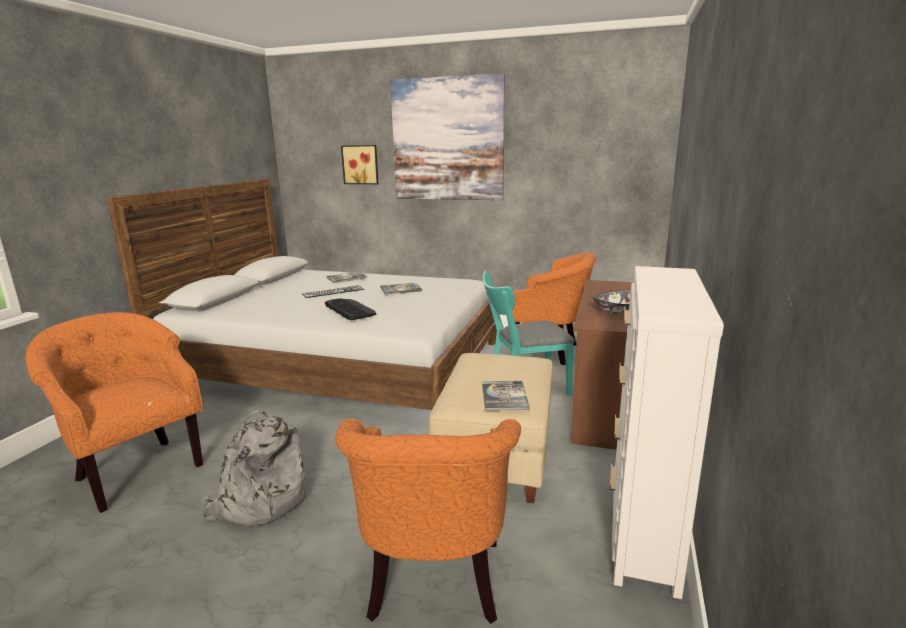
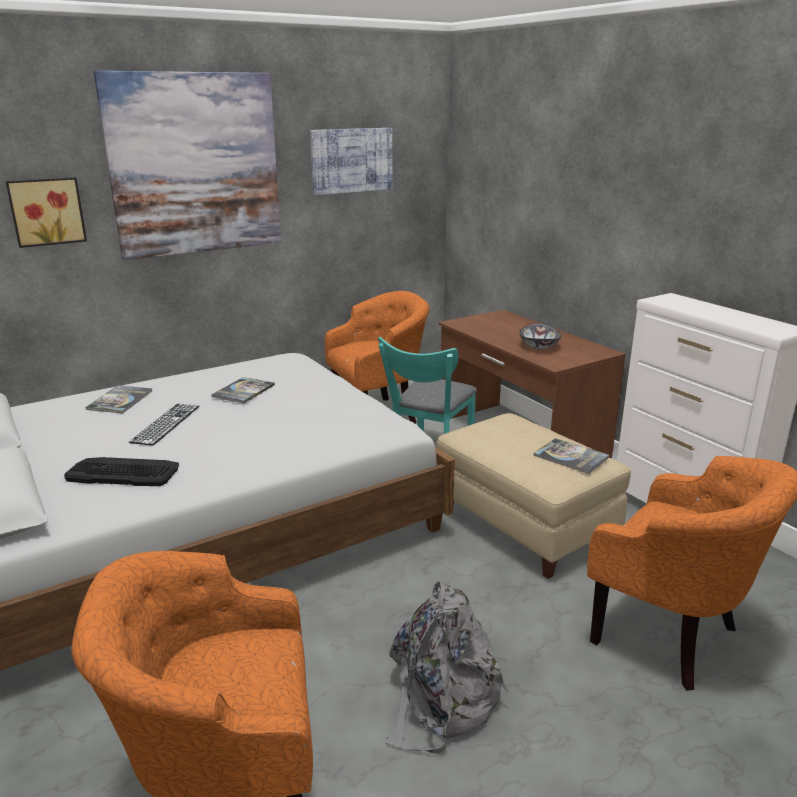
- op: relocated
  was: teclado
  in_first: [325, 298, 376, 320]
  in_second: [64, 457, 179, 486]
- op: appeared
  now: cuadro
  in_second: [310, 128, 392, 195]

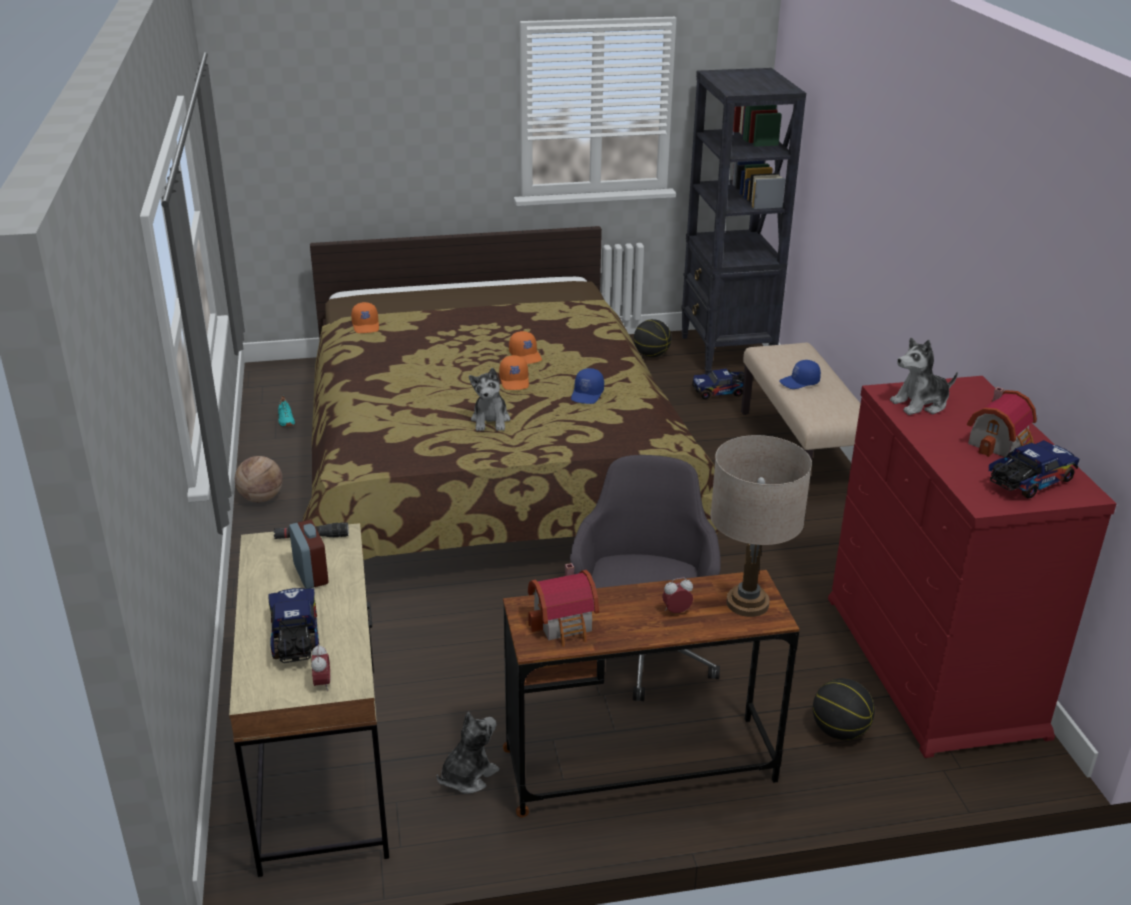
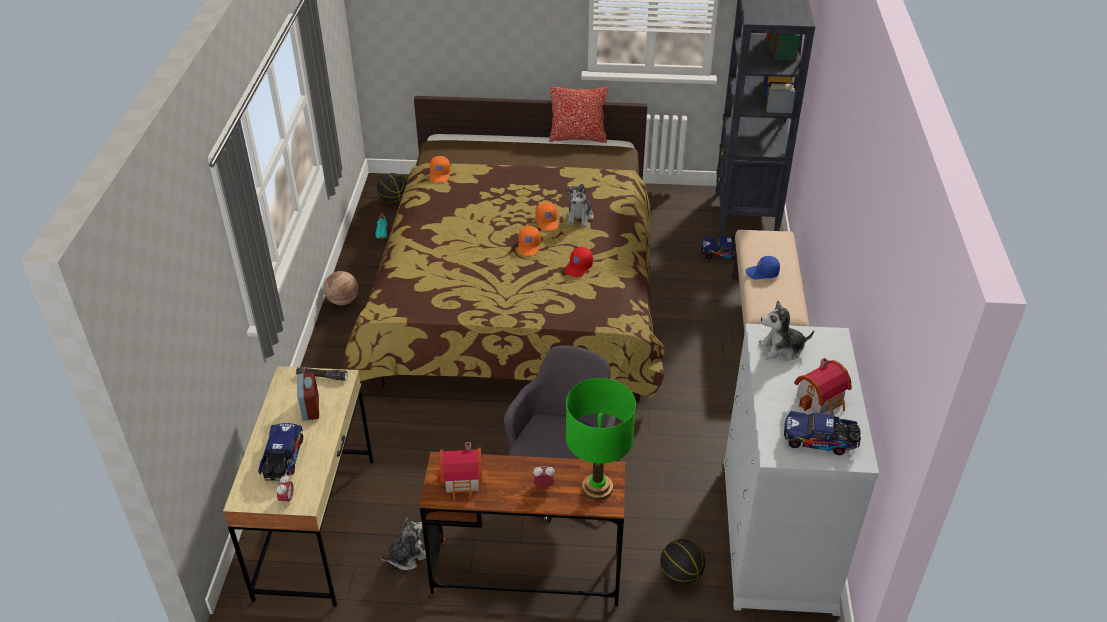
- op: relocated
  was: balón de baloncesto
  in_first: [634, 319, 672, 357]
  in_second: [377, 173, 407, 204]
- op: relocated
  was: peluche
  in_first: [469, 368, 510, 431]
  in_second: [565, 184, 594, 227]
- op: colour
  was: gorra [azul]
  now: gorra [rojo]
  in_first: [571, 368, 604, 404]
  in_second: [564, 247, 593, 277]
- op: colour
  was: cómoda [rojo]
  now: cómoda [blanco]
  in_first: [828, 376, 1117, 758]
  in_second: [724, 324, 879, 616]
- op: colour
  was: lámpara de mesa [beis]
  now: lámpara de mesa [verde]
  in_first: [710, 435, 812, 617]
  in_second: [566, 378, 636, 501]
- op: spun
  was: camión de juguete
  in_first: [988, 440, 1080, 498]
  in_second: [784, 411, 861, 455]
  clockwise: -150
- op: appeared
  now: cojín
  in_second: [549, 87, 609, 143]

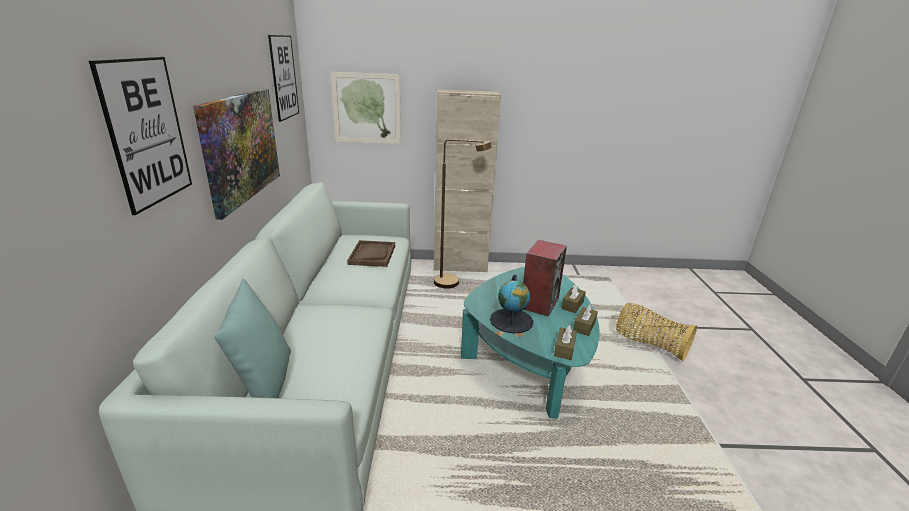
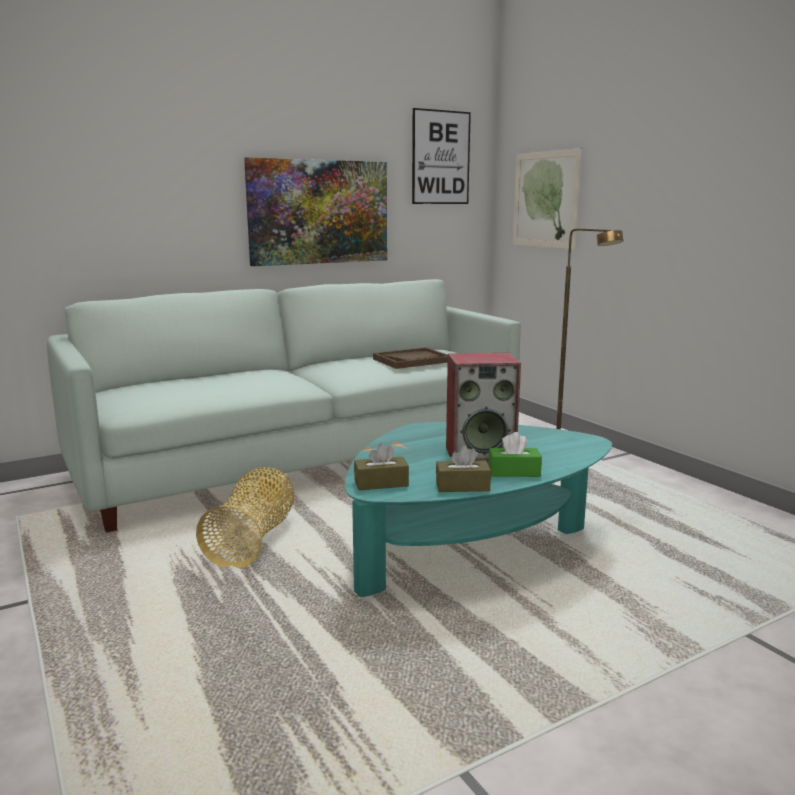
- op: missing
  was: cuadro
  in_first: [89, 57, 192, 215]
- op: missing
  was: armario [beis]
  in_first: [434, 89, 501, 272]
- op: missing
  was: globo terráqueo
  in_first: [490, 274, 533, 333]
- op: missing
  was: cojín [turquesa]
  in_first: [214, 279, 291, 398]
- op: colour
  was: caja de pañuelos [marrón]
  now: caja de pañuelos [verde]
  in_first: [561, 284, 586, 313]
  in_second: [489, 432, 542, 477]
- op: relocated
  was: cesta
  in_first: [616, 303, 697, 361]
  in_second: [196, 467, 294, 569]

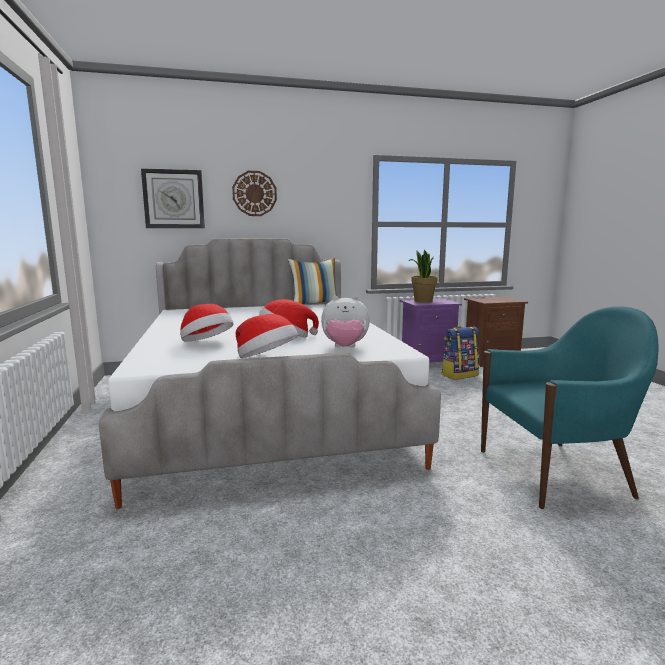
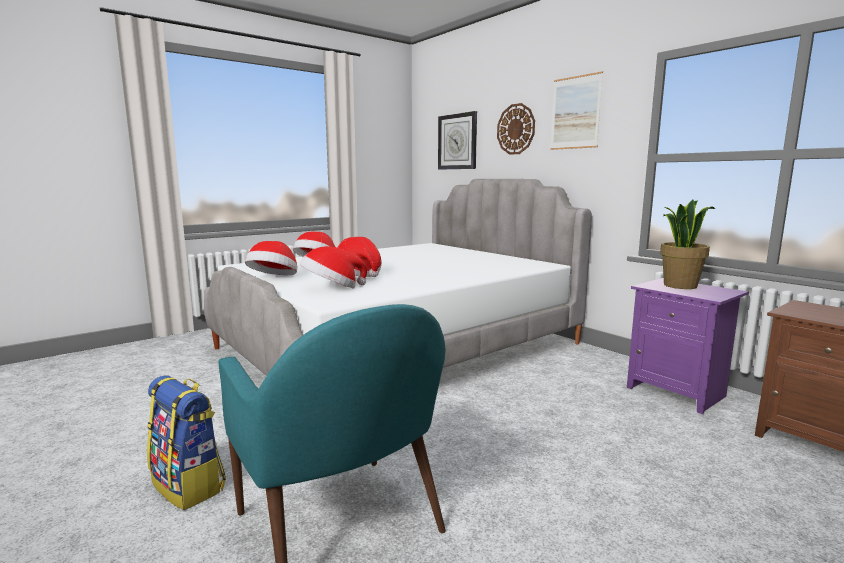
- op: missing
  was: cojín
  in_first: [288, 258, 337, 304]
- op: exchanged
  was: peluche
  now: sombrero
  in_first: [321, 296, 370, 347]
  in_second: [300, 246, 367, 288]
- op: relocated
  was: mochila
  in_first: [442, 327, 479, 380]
  in_second: [147, 375, 226, 510]
- op: appeared
  now: cuadro
  in_second: [550, 71, 603, 150]

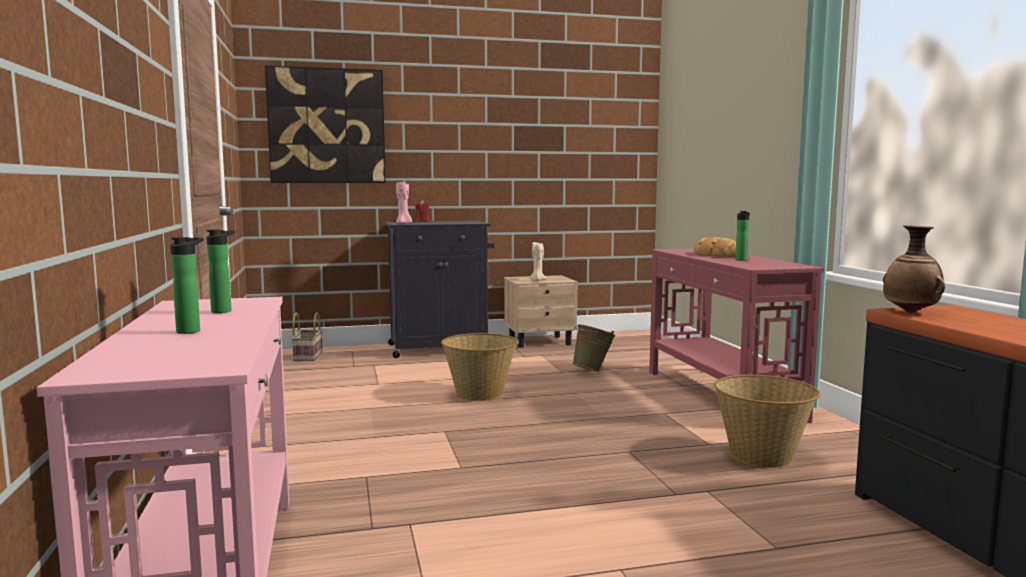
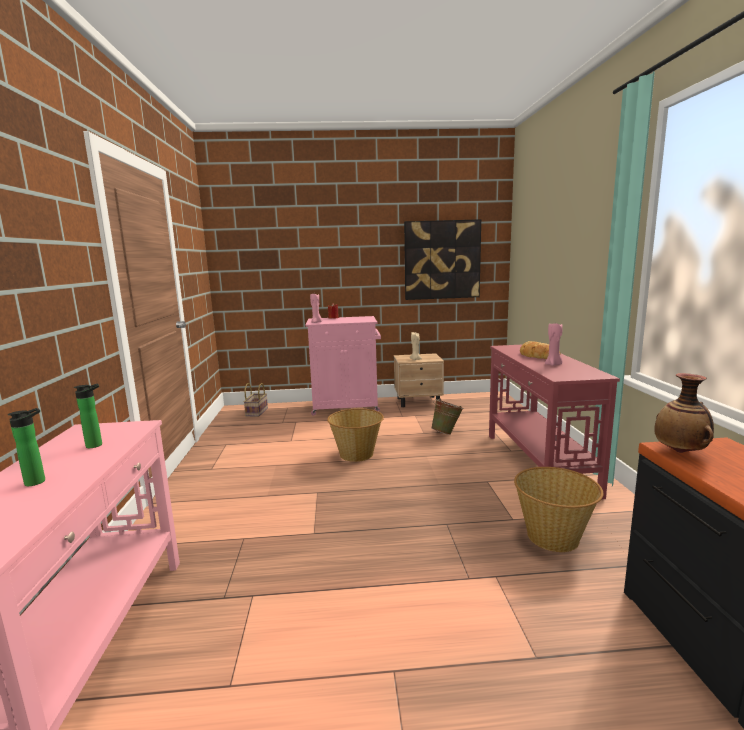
- op: relocated
  was: cuadro
  in_first: [265, 66, 386, 183]
  in_second: [404, 219, 481, 300]
- op: exchanged
  was: botella
  now: vela [rosa]
  in_first: [735, 211, 750, 261]
  in_second: [545, 323, 563, 366]
- op: colour
  was: armario [negro]
  now: armario [rosa]
  in_first: [385, 220, 494, 358]
  in_second: [305, 316, 381, 416]

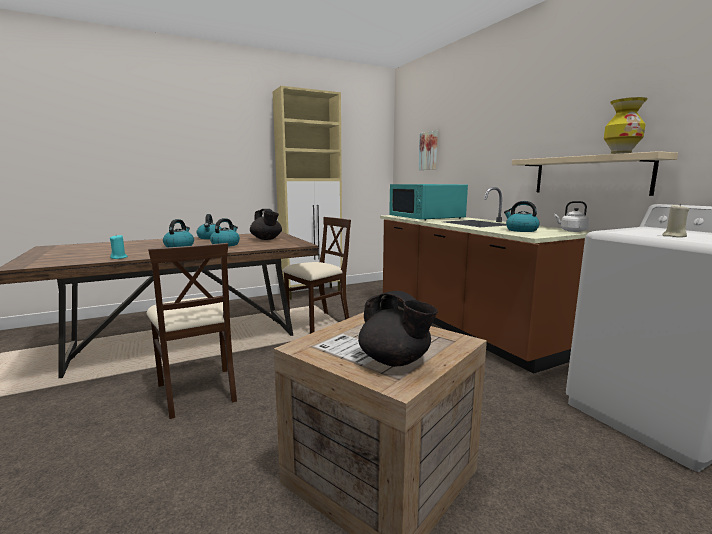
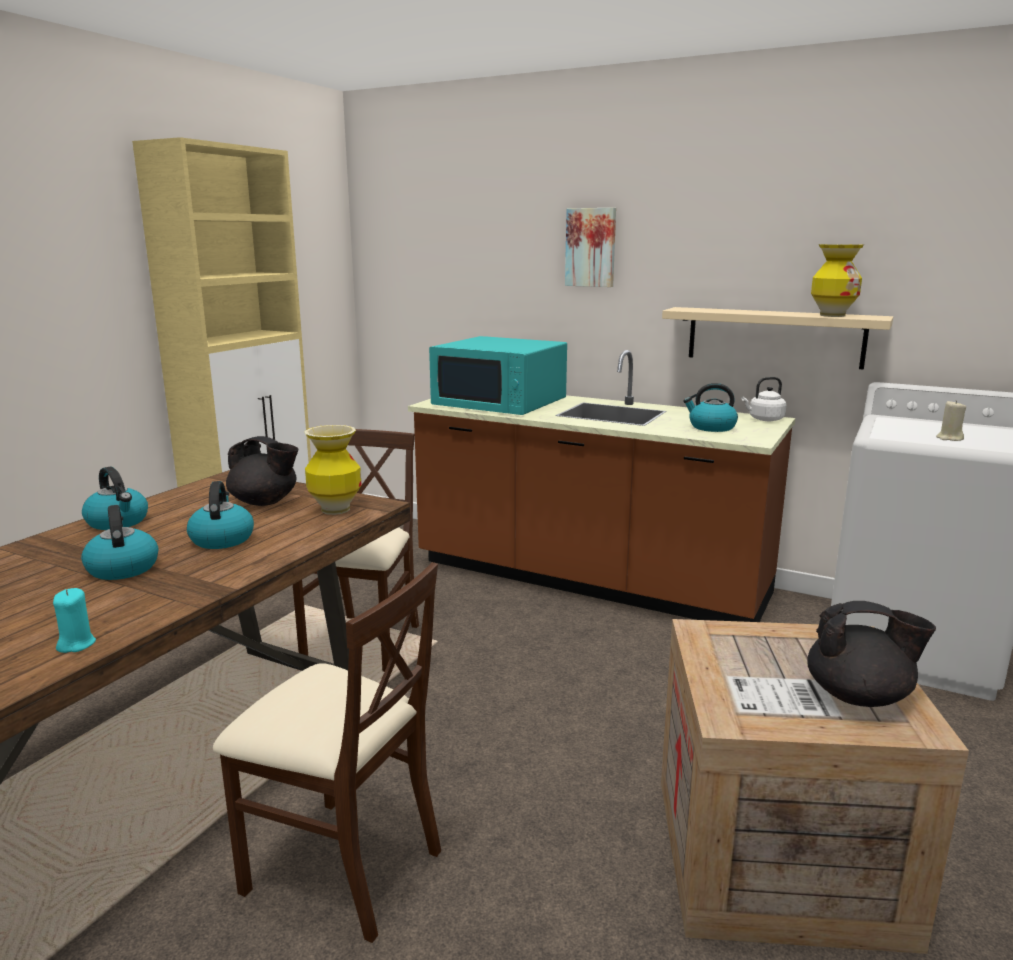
- op: relocated
  was: cuadro
  in_first: [419, 131, 438, 170]
  in_second: [565, 208, 616, 287]
- op: appeared
  now: florero
  in_second: [304, 425, 361, 515]

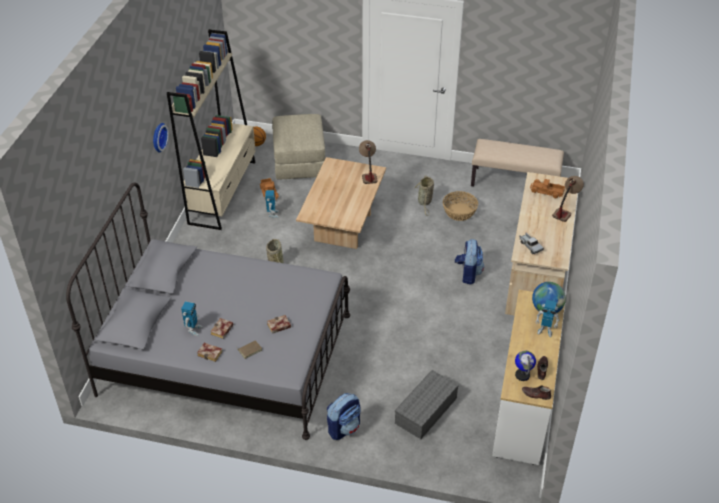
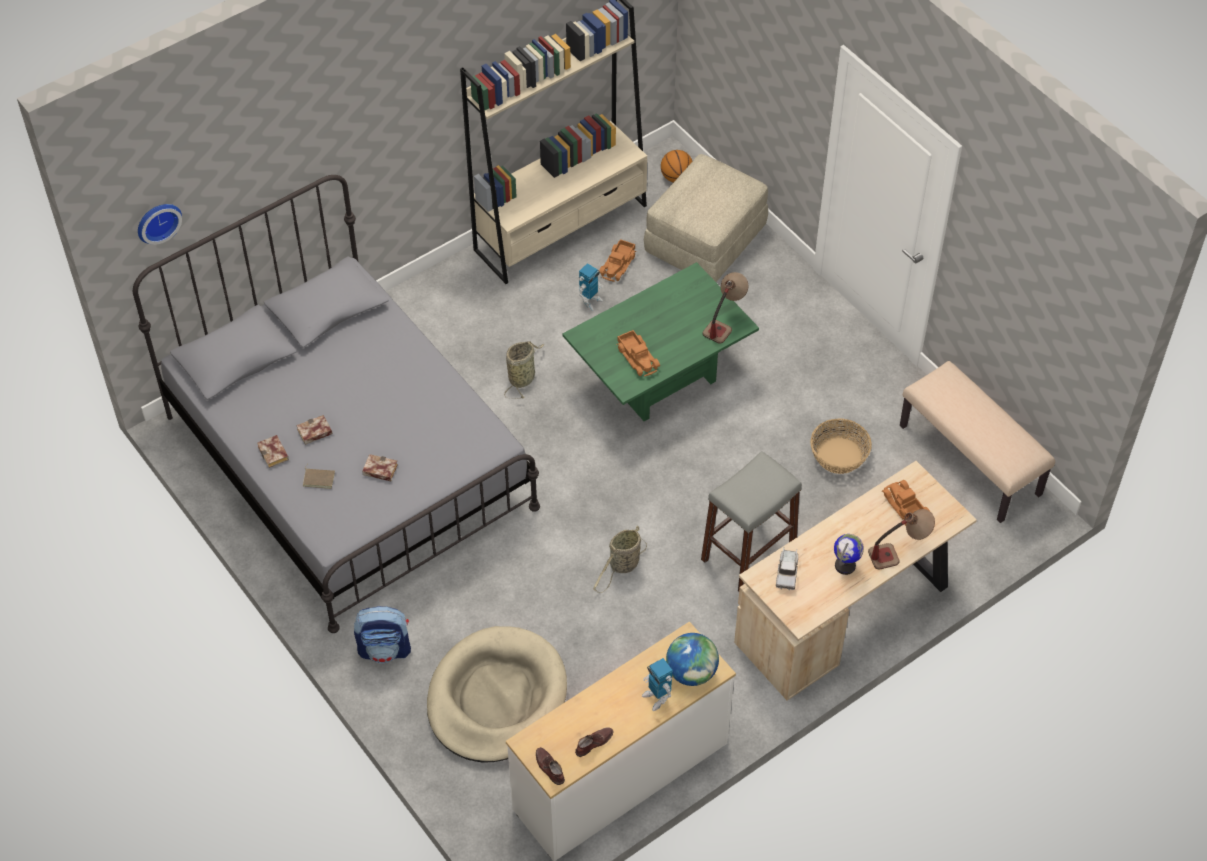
- op: relocated
  was: reloj de pared
  in_first: [153, 123, 169, 152]
  in_second: [138, 204, 182, 245]
- op: colour
  was: mesa de centro [beis]
  now: mesa de centro [verde]
  in_first: [296, 157, 386, 249]
  in_second: [562, 262, 759, 421]
- op: relocated
  was: cesta
  in_first: [415, 175, 434, 216]
  in_second: [593, 525, 647, 593]
- op: exchanged
  was: mochila
  now: taburete [gris]
  in_first: [455, 239, 484, 285]
  in_second: [701, 451, 802, 592]
- op: missing
  was: robot de juguete
  in_first: [181, 301, 203, 336]
- op: relocated
  was: globo terráqueo
  in_first: [515, 351, 536, 381]
  in_second: [834, 534, 864, 575]
- op: exchanged
  was: caja de almacenaje [gris]
  now: cama para perro [beis]
  in_first: [395, 370, 459, 439]
  in_second: [427, 626, 567, 763]
- op: appeared
  now: camión de juguete
  in_second: [616, 330, 660, 377]

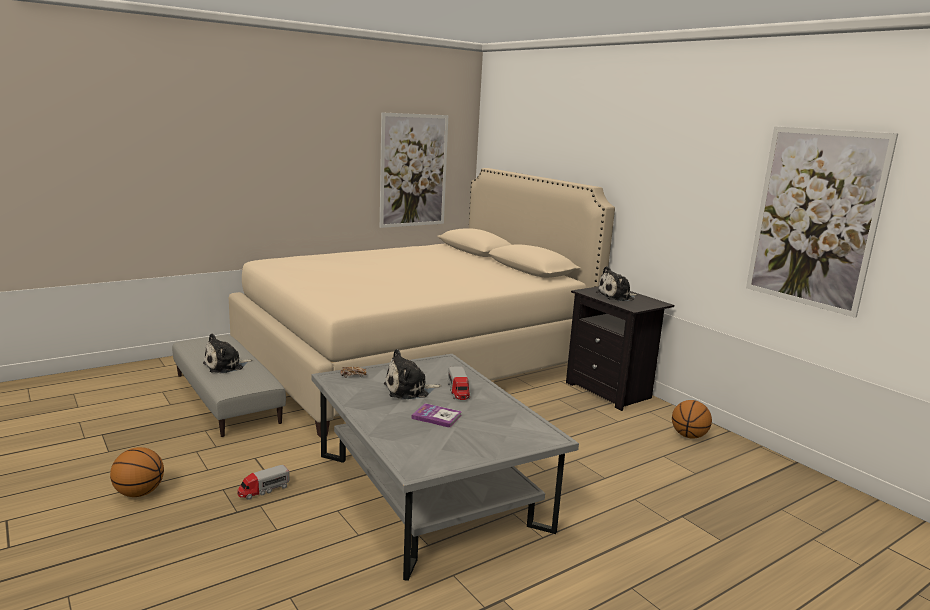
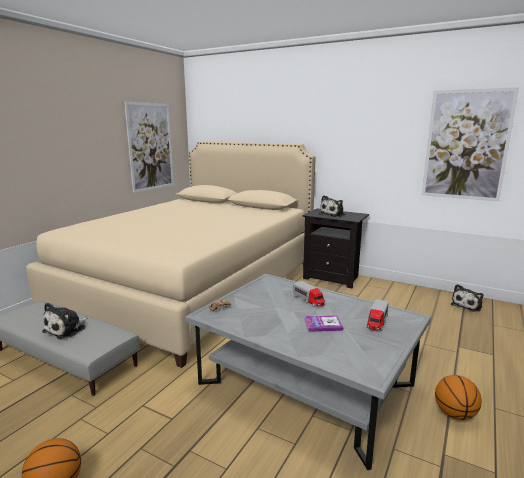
- op: relocated
  was: peluche
  in_first: [384, 349, 442, 400]
  in_second: [451, 284, 483, 312]
- op: relocated
  was: balón de baloncesto
  in_first: [672, 400, 712, 439]
  in_second: [435, 375, 482, 420]
- op: relocated
  was: camión de juguete
  in_first: [237, 465, 290, 500]
  in_second: [366, 299, 388, 331]

